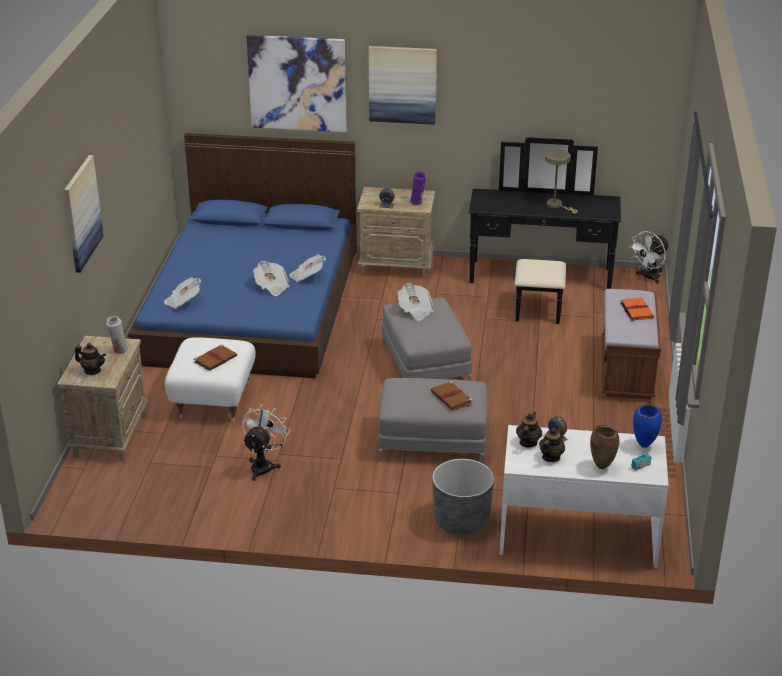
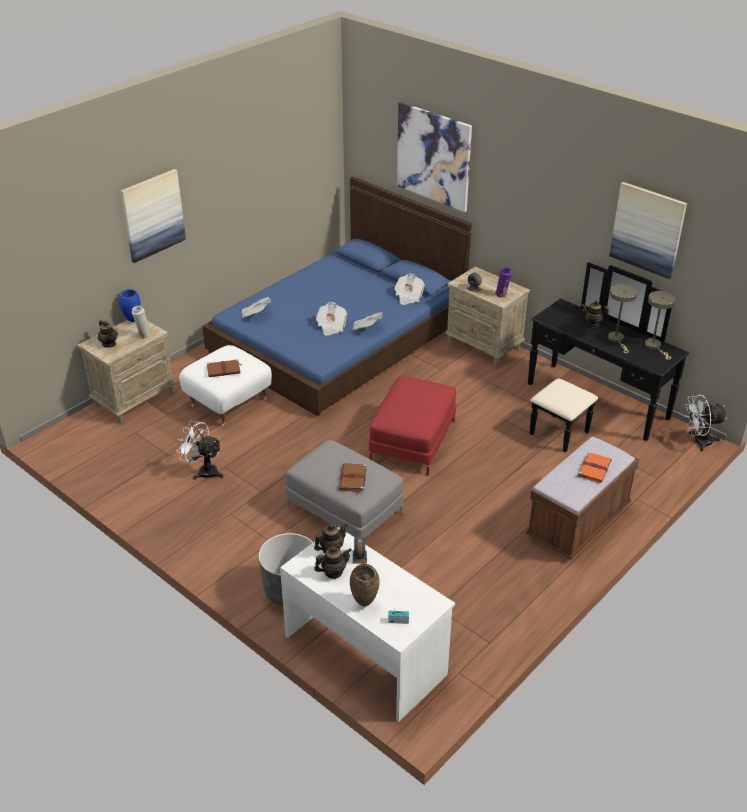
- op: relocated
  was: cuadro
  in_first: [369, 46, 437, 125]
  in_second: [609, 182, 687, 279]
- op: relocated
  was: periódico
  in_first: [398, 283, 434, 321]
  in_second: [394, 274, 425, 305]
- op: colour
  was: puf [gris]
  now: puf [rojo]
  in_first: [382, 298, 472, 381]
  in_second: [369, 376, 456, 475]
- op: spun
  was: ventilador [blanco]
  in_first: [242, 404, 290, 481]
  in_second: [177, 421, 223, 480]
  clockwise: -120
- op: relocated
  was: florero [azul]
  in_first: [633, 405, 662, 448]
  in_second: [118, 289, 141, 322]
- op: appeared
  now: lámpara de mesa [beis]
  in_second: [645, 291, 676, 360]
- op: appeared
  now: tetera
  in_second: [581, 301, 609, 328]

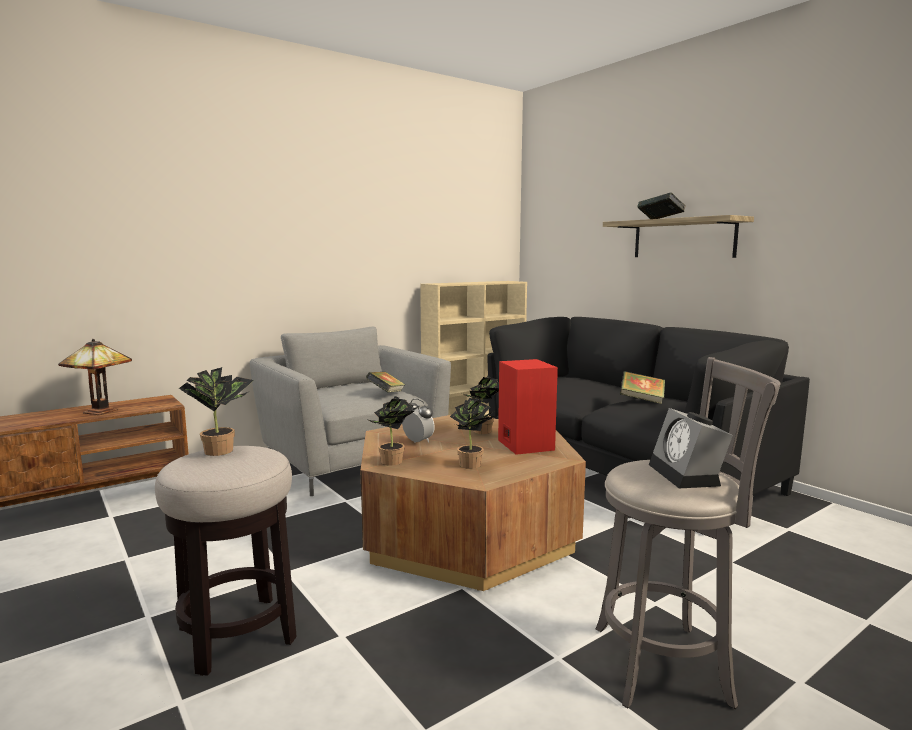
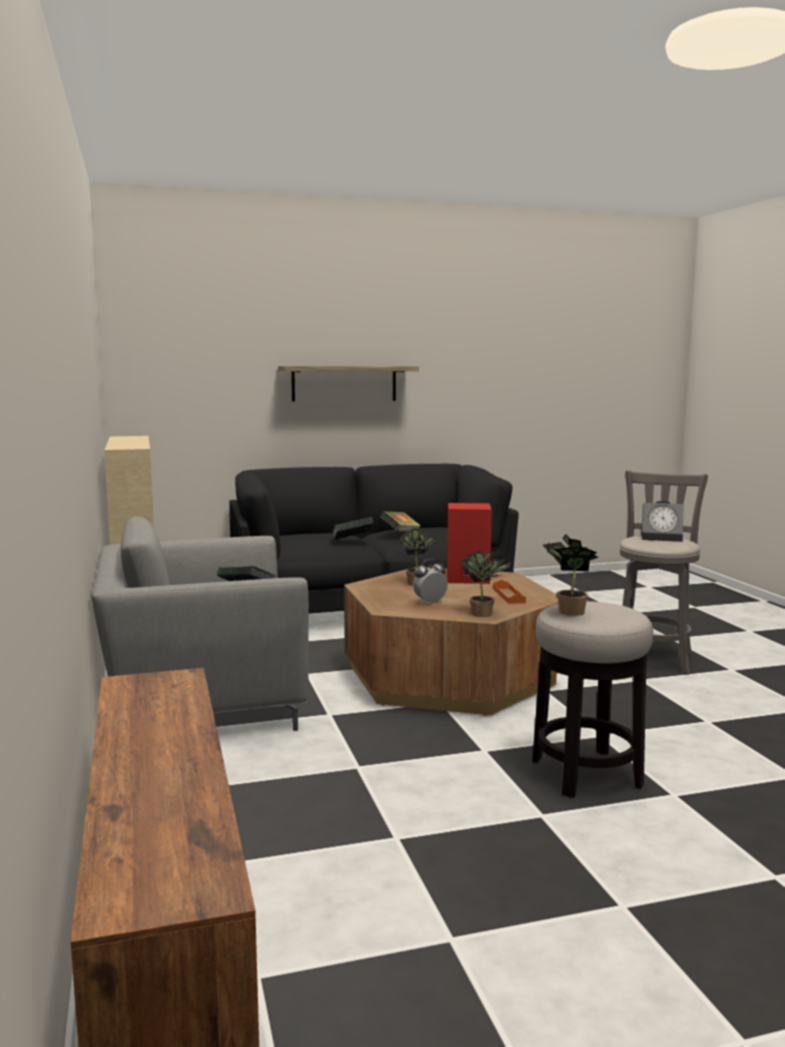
- op: relocated
  was: libro
  in_first: [637, 192, 685, 219]
  in_second: [332, 517, 374, 540]
- op: missing
  was: lámpara de mesa
  in_first: [58, 339, 132, 415]
- op: exchanged
  was: planta en maceta
  now: bandeja [naranja]
  in_first: [450, 398, 494, 469]
  in_second: [493, 579, 526, 604]

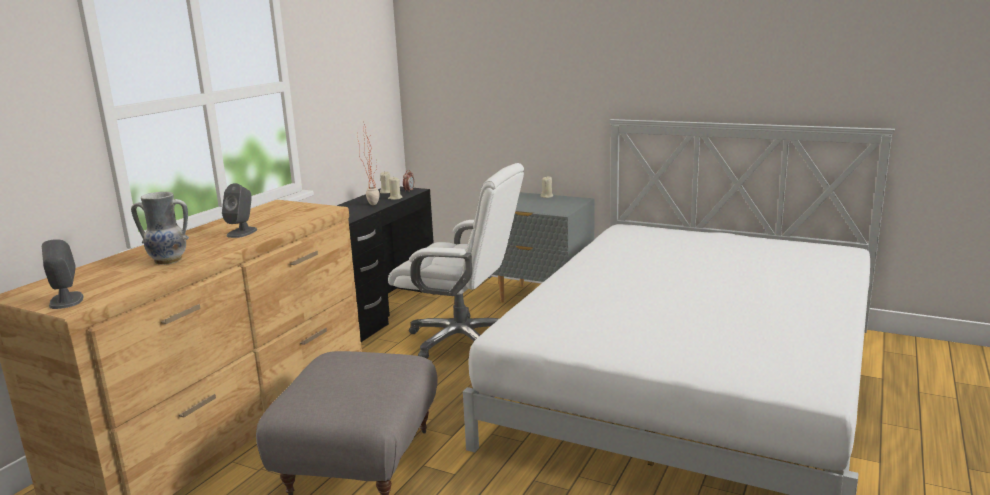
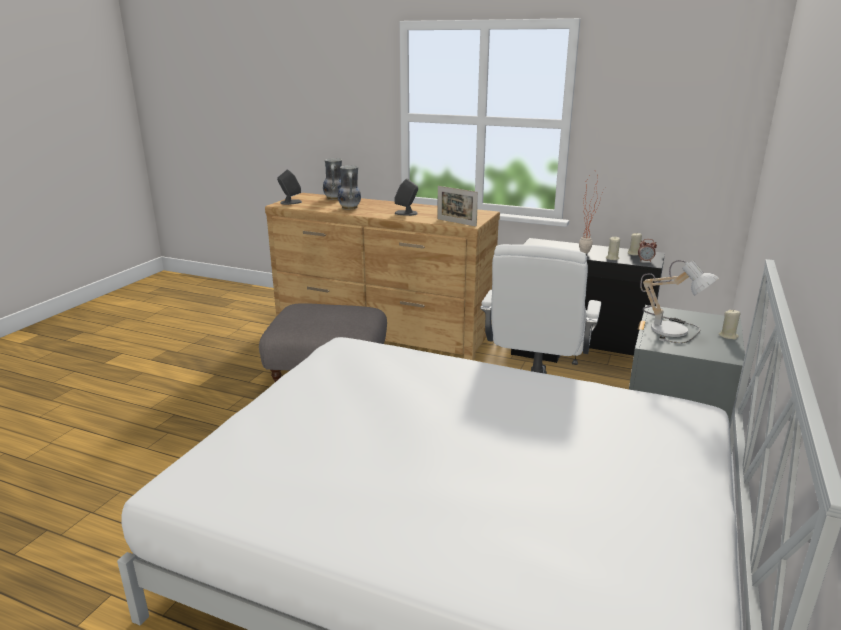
- op: appeared
  now: florero
  in_second: [323, 158, 342, 200]
- op: appeared
  now: portarretratos
  in_second: [437, 186, 478, 227]
- op: appeared
  now: lámpara de mesa
  in_second: [640, 260, 719, 344]

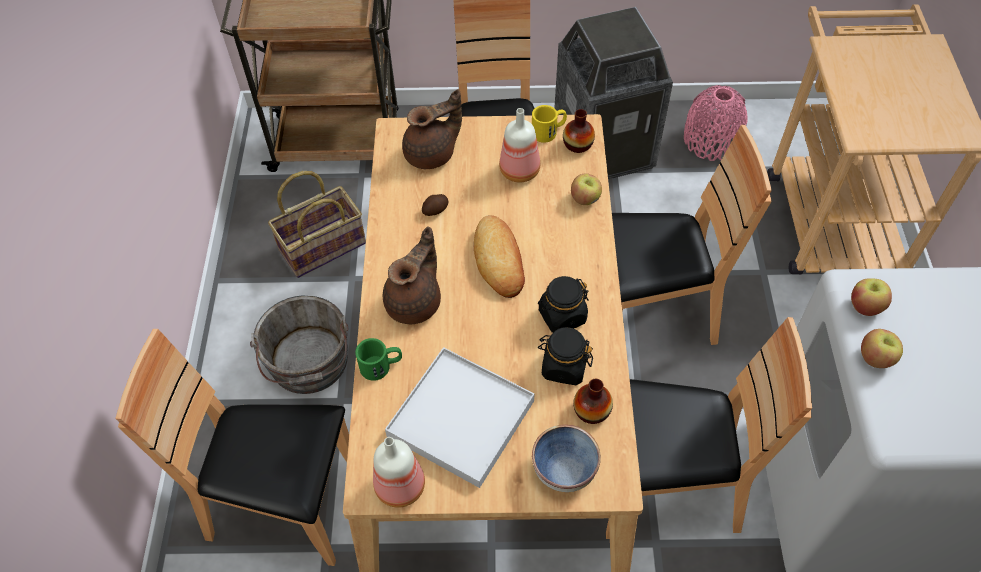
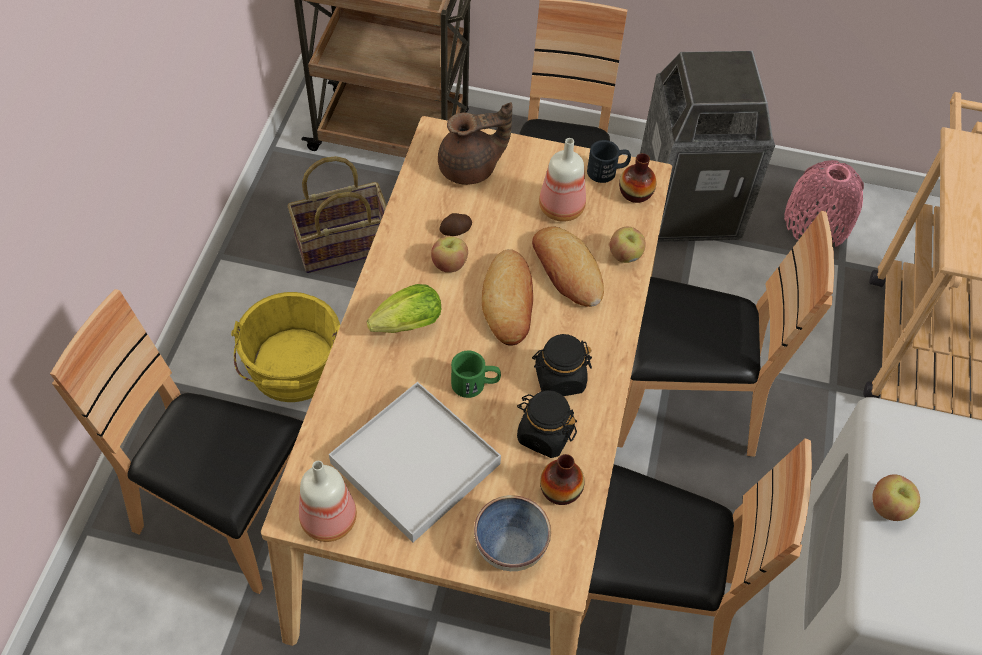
- op: colour
  was: taza grande [amarillo]
  now: taza grande [negro]
  in_first: [532, 105, 567, 143]
  in_second: [587, 140, 631, 183]
- op: exchanged
  was: tetera [marrón]
  now: lechuga
  in_first: [383, 226, 441, 324]
  in_second: [367, 284, 441, 333]
- op: relocated
  was: manzana
  in_first: [851, 278, 892, 316]
  in_second: [431, 236, 468, 273]
- op: colour
  was: cubo [gris]
  now: cubo [amarillo]
  in_first: [250, 295, 348, 394]
  in_second: [231, 292, 340, 402]
- op: relocated
  was: taza grande [verde]
  in_first: [355, 338, 402, 381]
  in_second: [451, 351, 501, 398]
- op: appeared
  now: pan
  in_second: [532, 226, 604, 307]

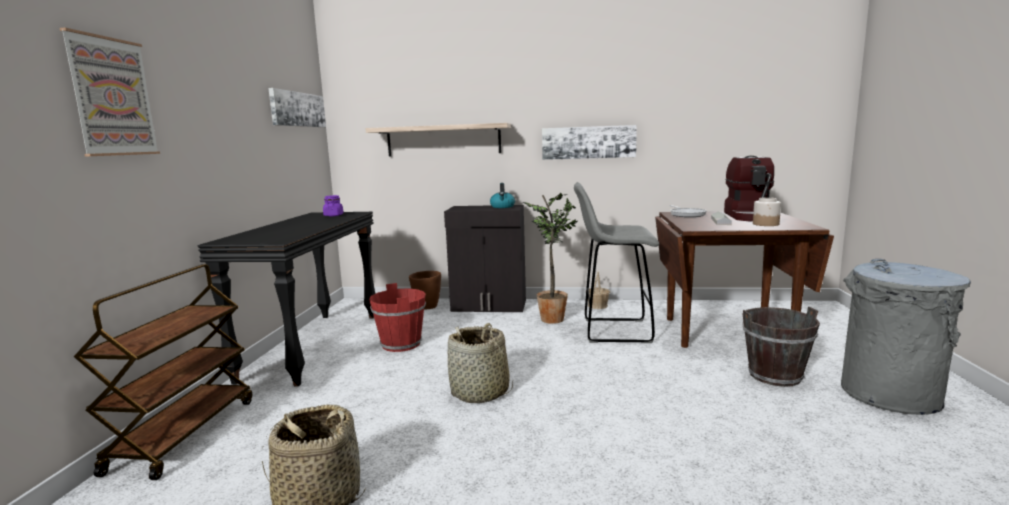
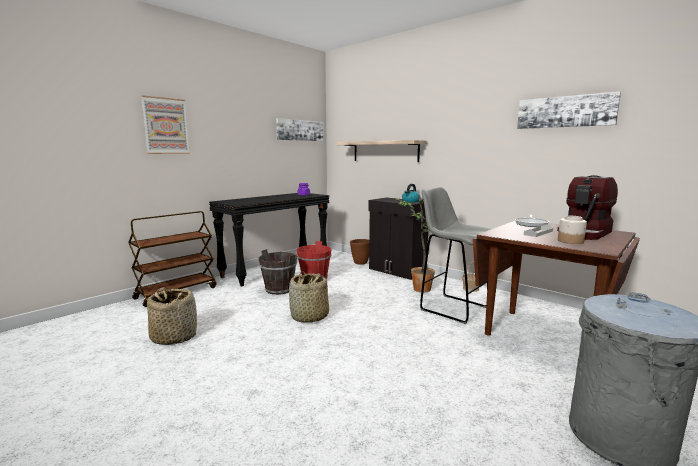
- op: relocated
  was: cuadro
  in_first: [542, 125, 637, 160]
  in_second: [517, 91, 621, 129]
- op: relocated
  was: cubo [marrón]
  in_first: [742, 307, 820, 387]
  in_second: [259, 249, 297, 295]

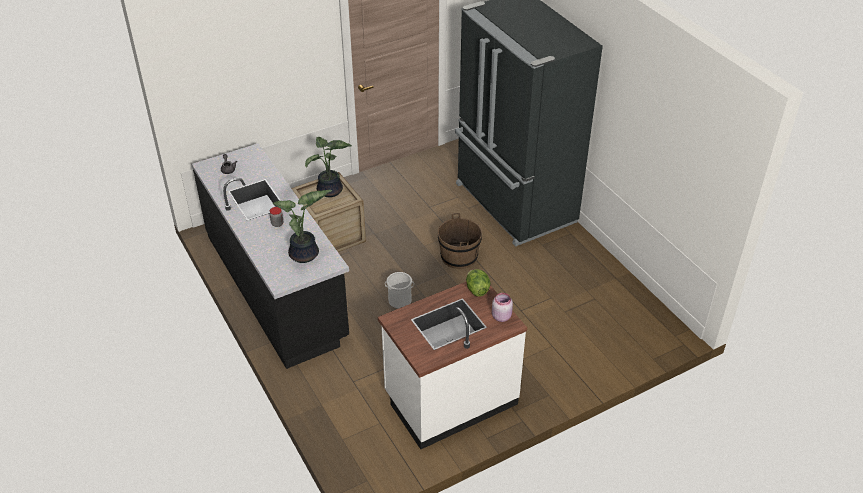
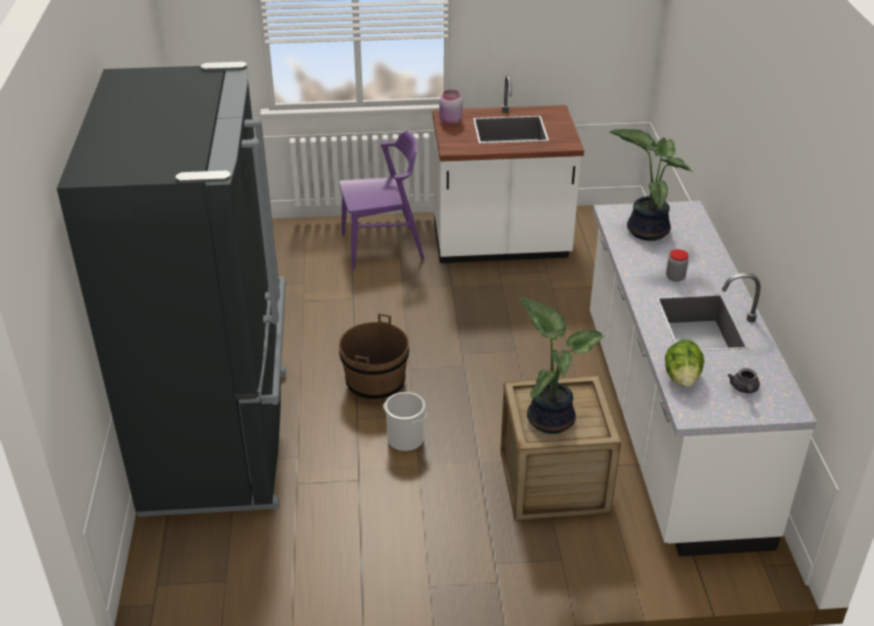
- op: colour
  was: mueble bajo de cocina [negro]
  now: mueble bajo de cocina [blanco]
  in_first: [192, 144, 349, 369]
  in_second: [590, 201, 817, 556]
- op: relocated
  was: lechuga
  in_first: [466, 269, 491, 297]
  in_second: [665, 339, 704, 387]
- op: relocated
  was: cubo
  in_first: [385, 272, 414, 309]
  in_second: [383, 392, 427, 451]
- op: appeared
  now: silla [morado]
  in_second: [339, 130, 424, 270]

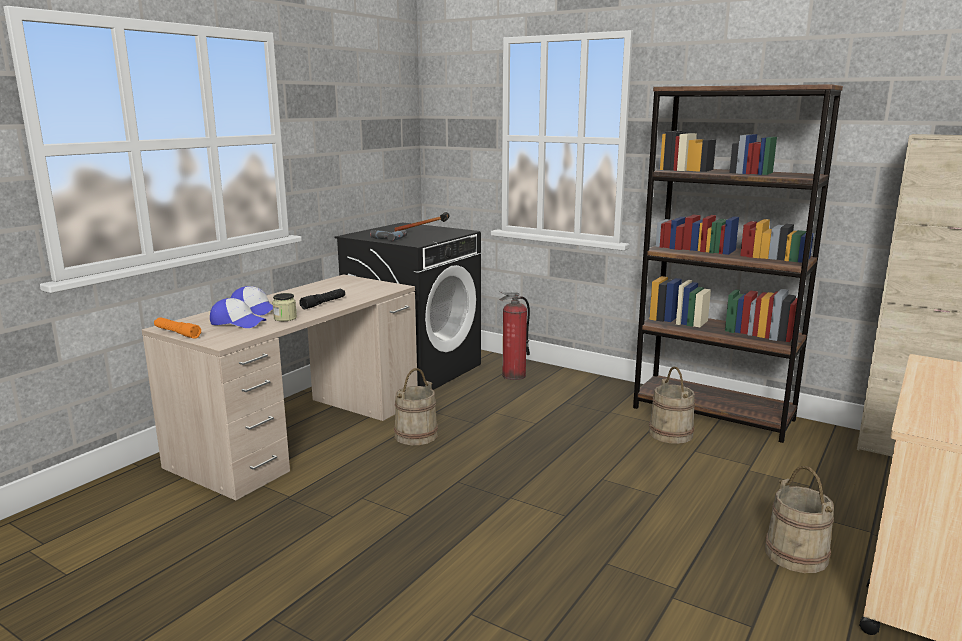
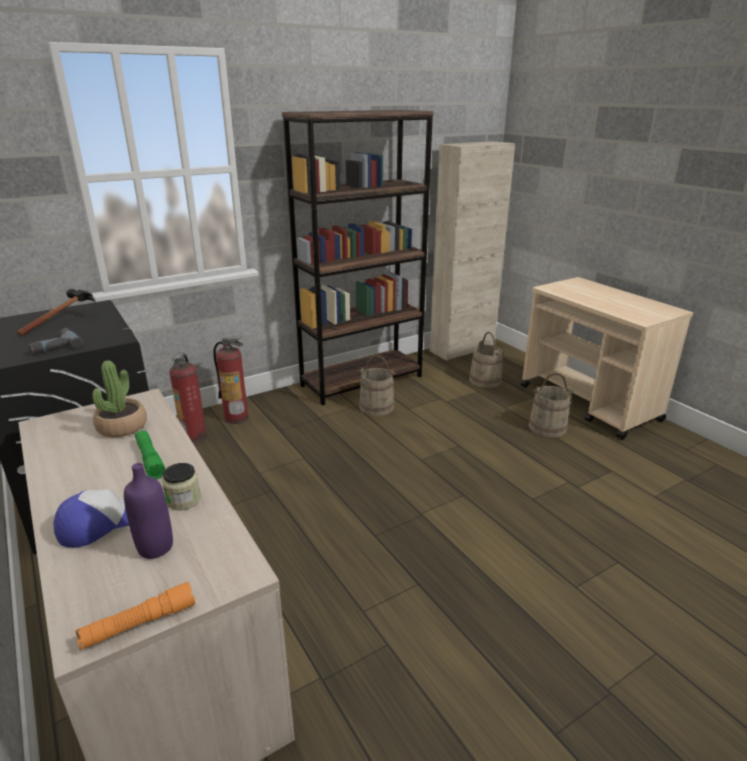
- op: colour
  was: linterna [negro]
  now: linterna [verde]
  in_first: [299, 289, 345, 309]
  in_second: [135, 430, 165, 479]
- op: exchanged
  was: gorra
  now: botella [morado]
  in_first: [210, 298, 266, 328]
  in_second: [124, 463, 173, 559]
- op: relocated
  was: cubo [beis]
  in_first: [394, 368, 438, 445]
  in_second: [469, 332, 503, 388]
- op: appeared
  now: extintor
  in_second: [213, 337, 249, 424]
- op: appeared
  now: planta en maceta
  in_second: [93, 360, 147, 437]

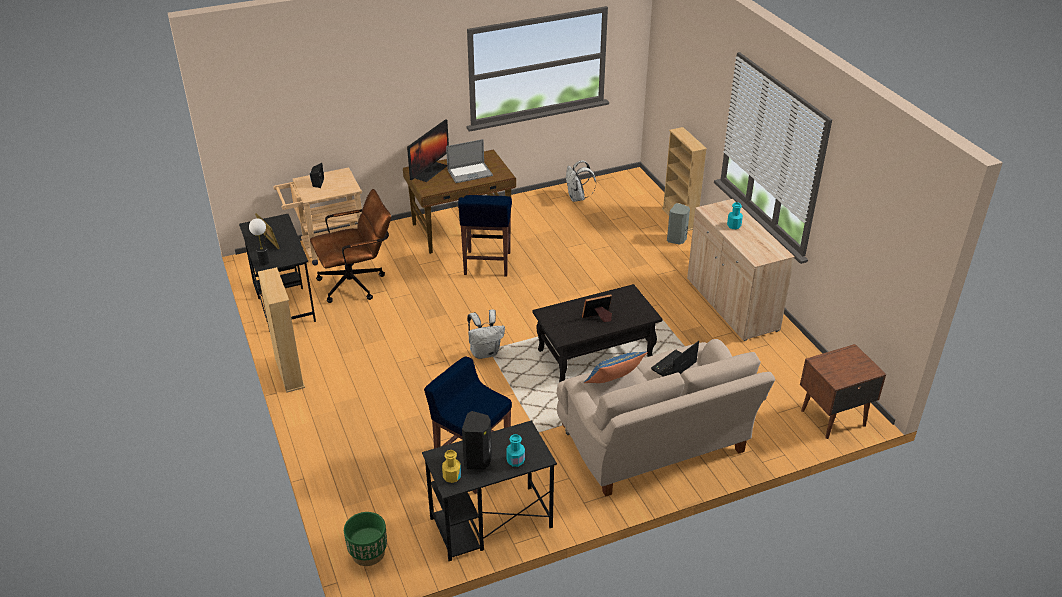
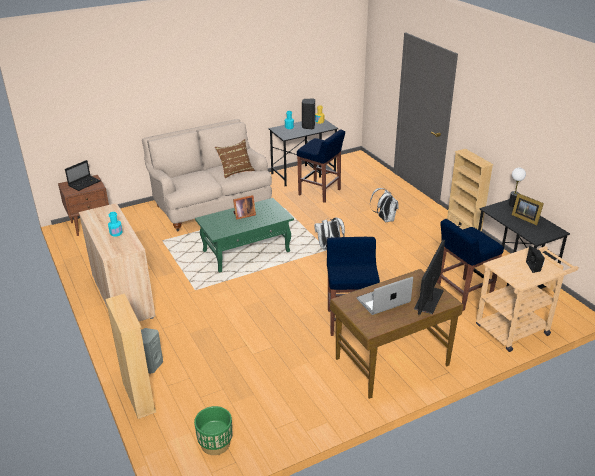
- op: relocated
  was: mochila [blanco]
  in_first: [566, 160, 596, 202]
  in_second: [370, 188, 399, 222]
- op: exchanged
  was: silla de oficina [marrón]
  now: taburete [azul]
  in_first: [310, 189, 391, 303]
  in_second: [437, 219, 504, 311]
- op: colour
  was: mesa de centro [negro]
  now: mesa de centro [verde]
  in_first: [532, 284, 663, 382]
  in_second: [195, 198, 294, 273]
- op: relocated
  was: portátil
  in_first: [651, 341, 699, 376]
  in_second: [65, 160, 101, 191]
- op: colour
  was: cojín [azul]
  now: cojín [marrón]
  in_first: [584, 352, 648, 383]
  in_second: [215, 139, 255, 178]
- op: relocated
  was: maceta [verde]
  in_first: [344, 512, 387, 566]
  in_second: [194, 406, 232, 455]

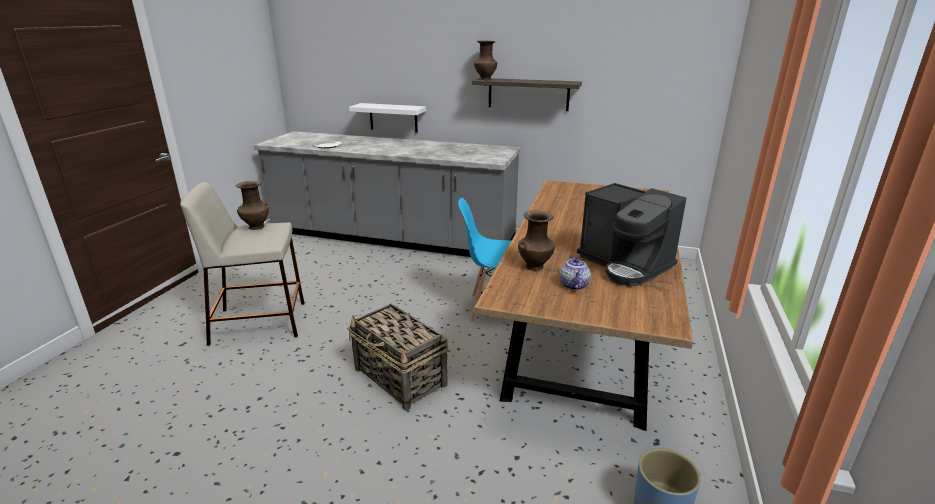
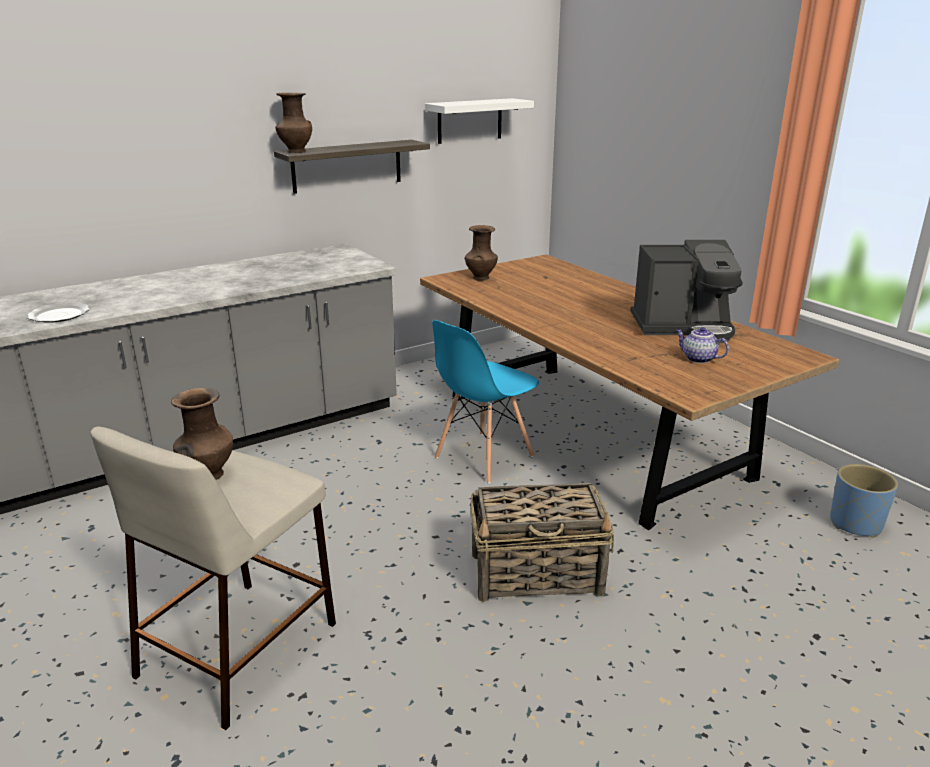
- op: relocated
  was: estante [blanco]
  in_first: [349, 103, 426, 133]
  in_second: [425, 98, 534, 144]
- op: relocated
  was: florero [marrón]
  in_first: [518, 210, 555, 271]
  in_second: [465, 225, 498, 281]

